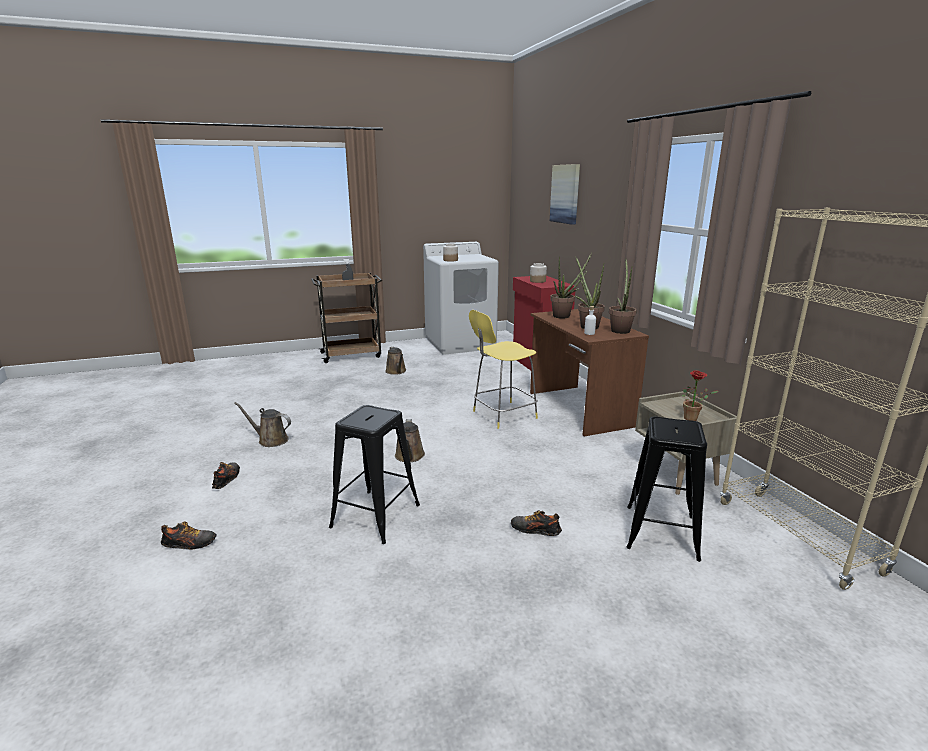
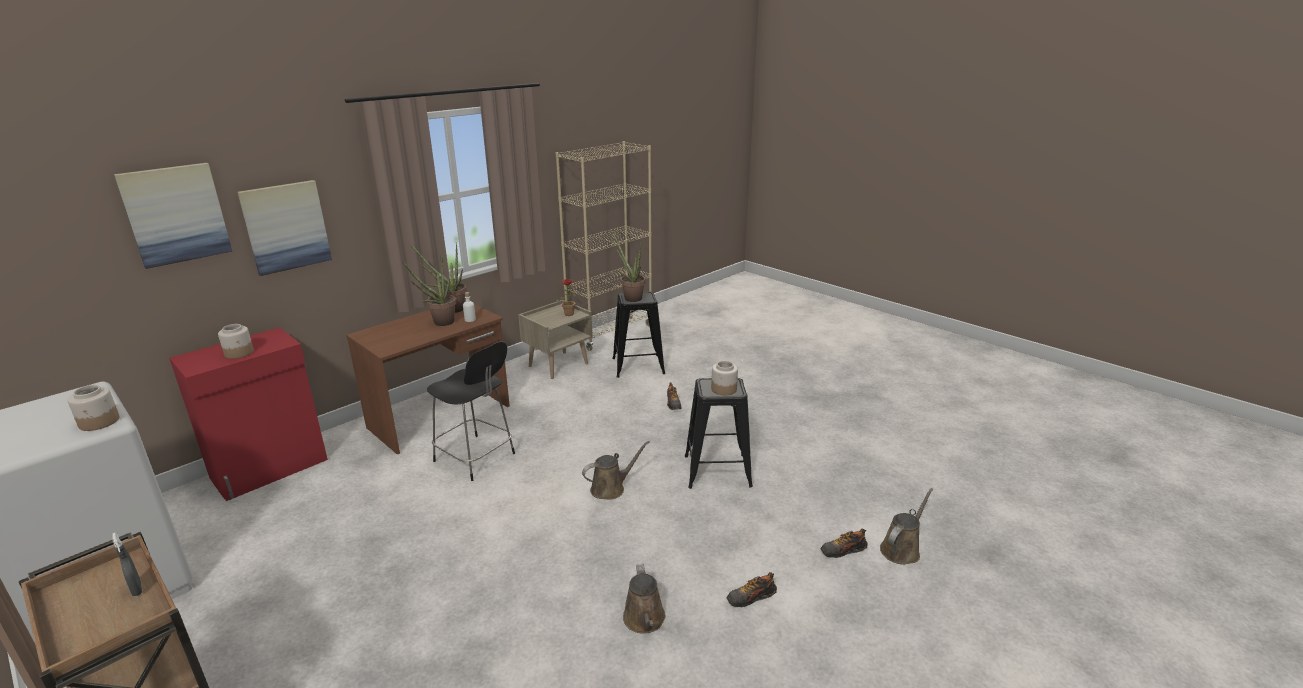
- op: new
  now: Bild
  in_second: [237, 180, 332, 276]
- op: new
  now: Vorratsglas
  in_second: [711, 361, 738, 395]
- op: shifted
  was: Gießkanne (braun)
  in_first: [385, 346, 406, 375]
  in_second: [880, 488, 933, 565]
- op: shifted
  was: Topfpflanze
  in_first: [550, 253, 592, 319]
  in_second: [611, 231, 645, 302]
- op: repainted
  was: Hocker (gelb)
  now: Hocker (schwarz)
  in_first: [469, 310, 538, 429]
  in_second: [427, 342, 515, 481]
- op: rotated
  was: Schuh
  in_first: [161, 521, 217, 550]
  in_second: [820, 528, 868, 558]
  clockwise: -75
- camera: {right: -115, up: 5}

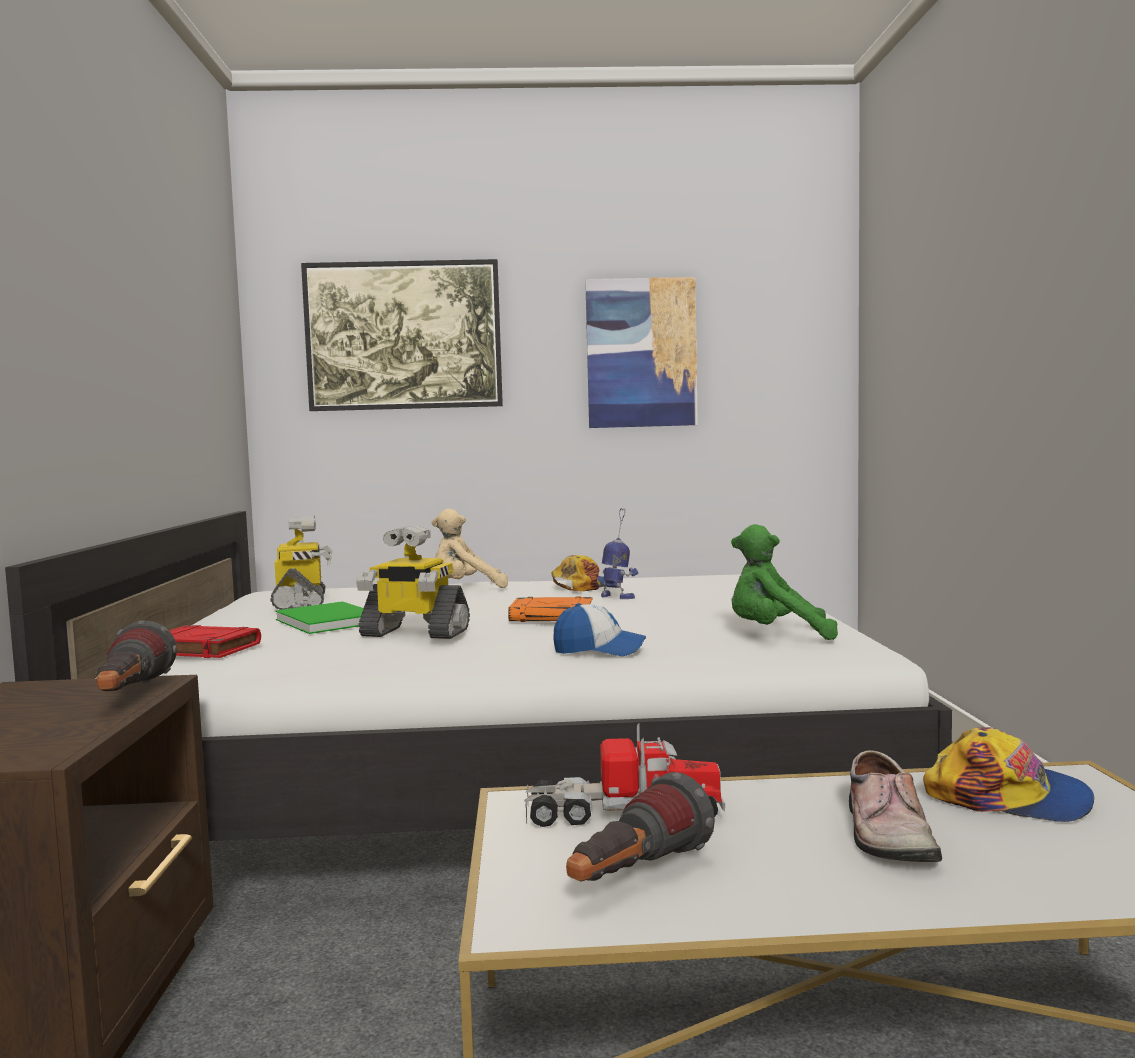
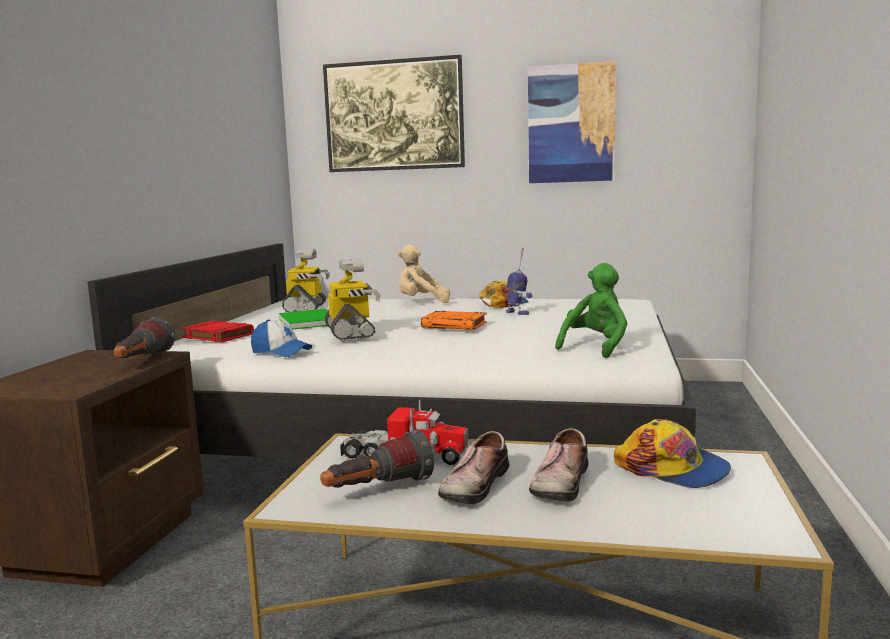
- op: new
  now: Schuh
  in_second: [438, 431, 510, 504]
- op: shifted
  was: Kappe
  in_first: [553, 603, 646, 656]
  in_second: [251, 319, 312, 357]
- op: rotated
  was: Spielzeugroboter
  in_first: [356, 526, 470, 639]
  in_second: [325, 258, 381, 340]
  clockwise: -135
- op: rotated
  was: Plüschtier (grün)
  in_first: [731, 524, 838, 640]
  in_second: [555, 263, 627, 358]
  clockwise: 105
- camera: {right: 15, up: 5}

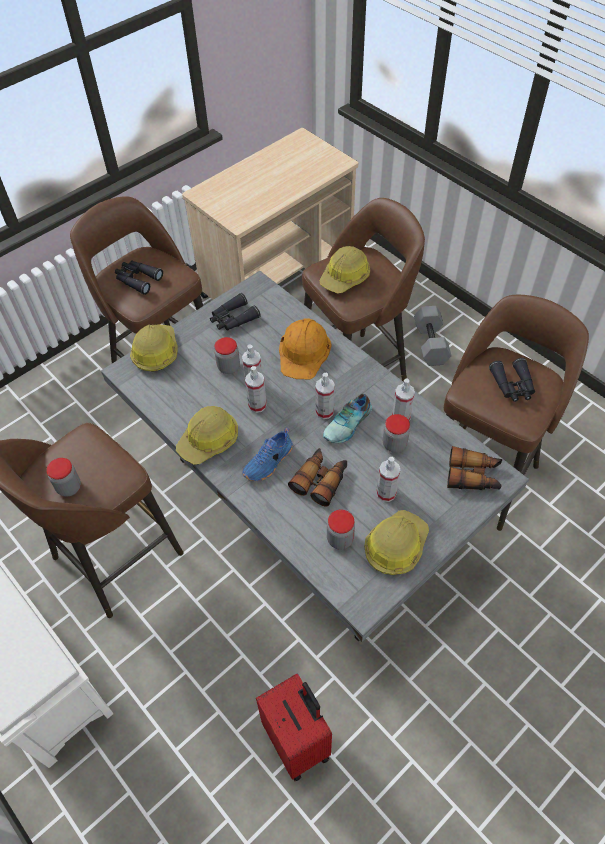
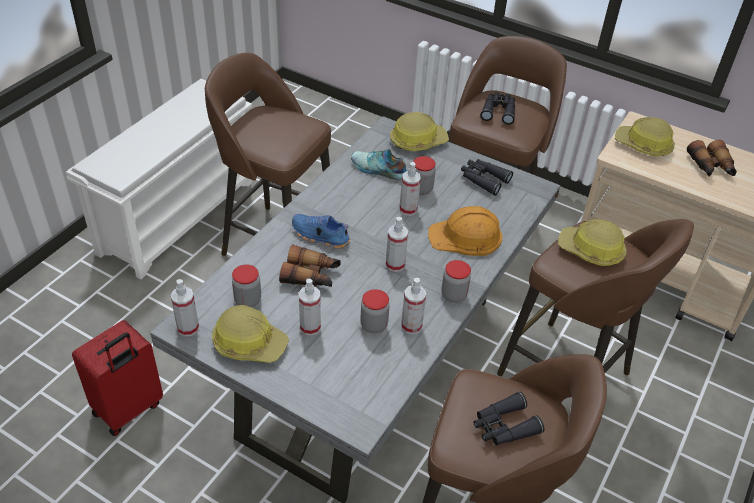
- op: gone
  was: Hantel (grau)
  in_first: [414, 306, 452, 366]
- op: shifted
  was: Vorratsglas
  in_first: [46, 458, 81, 497]
  in_second: [441, 260, 471, 303]
- op: shifted
  was: Schutzhelm
  in_first: [176, 406, 238, 465]
  in_second: [615, 117, 675, 156]
- op: shifted
  was: Sprühflasche
  in_first: [245, 366, 267, 413]
  in_second: [171, 279, 199, 336]
- op: shifted
  was: Schuh
  in_first: [323, 394, 372, 443]
  in_second: [351, 149, 407, 180]
- op: shifted
  was: Fernglas
  in_first: [447, 446, 502, 490]
  in_second: [687, 140, 737, 177]
- camera: {right: 70, up: -10}

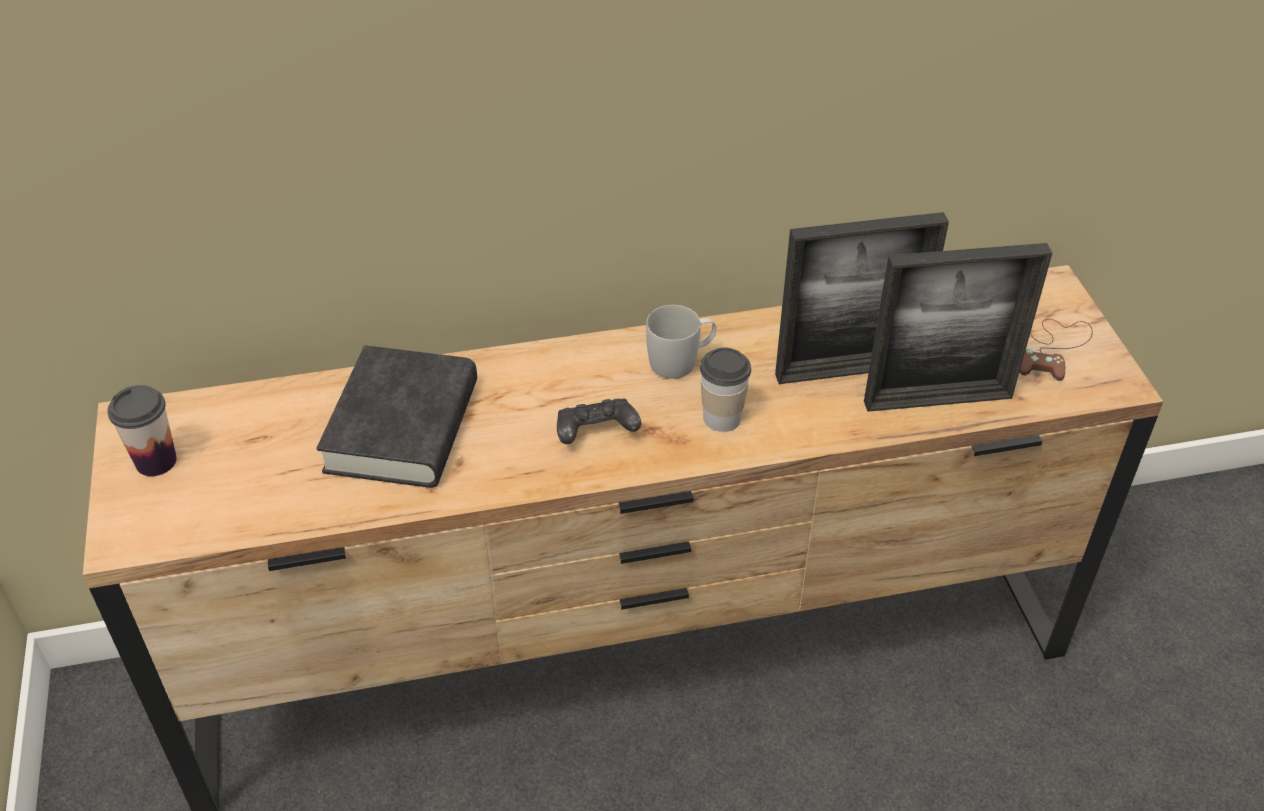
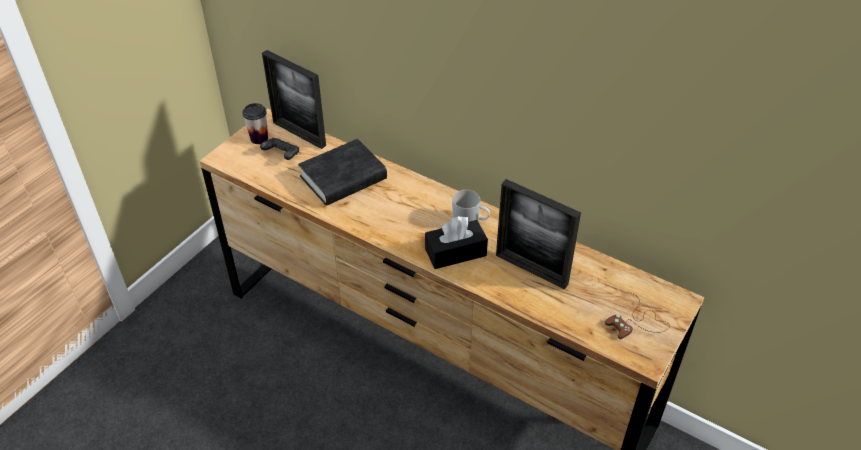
- op: shifted
  was: Gamepad (schwarz)
  in_first: [557, 398, 641, 444]
  in_second: [260, 138, 299, 160]
- op: shifted
  was: Bilderrahmen
  in_first: [864, 243, 1052, 412]
  in_second: [262, 50, 326, 149]
- op: swapped
  was: Tasse
  now: Taschentuchbox (schwarz)
  in_first: [700, 347, 751, 432]
  in_second: [425, 216, 488, 269]
- camera: {right: 45, up: 0}

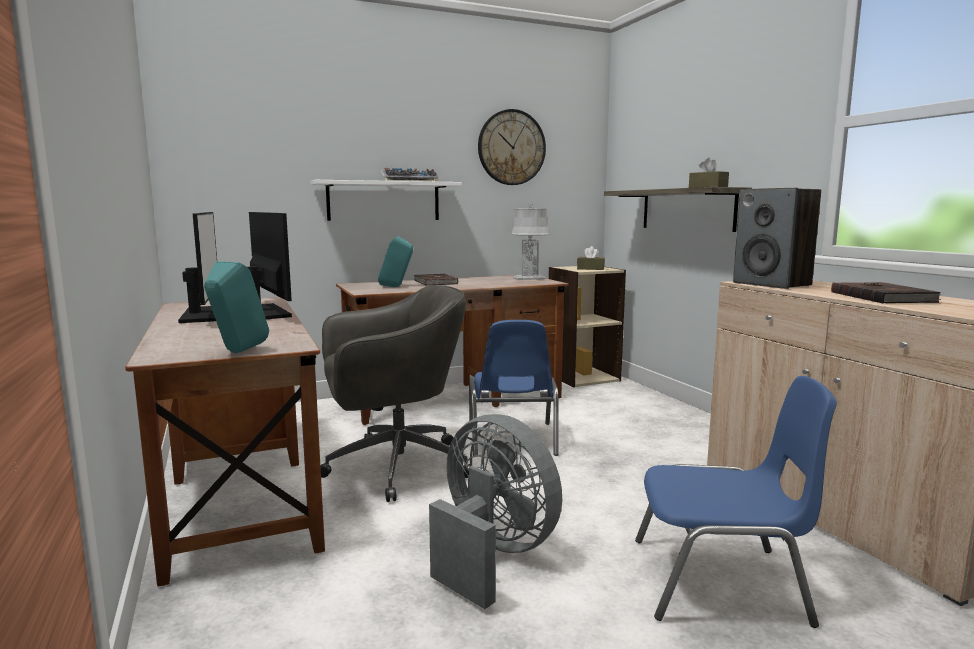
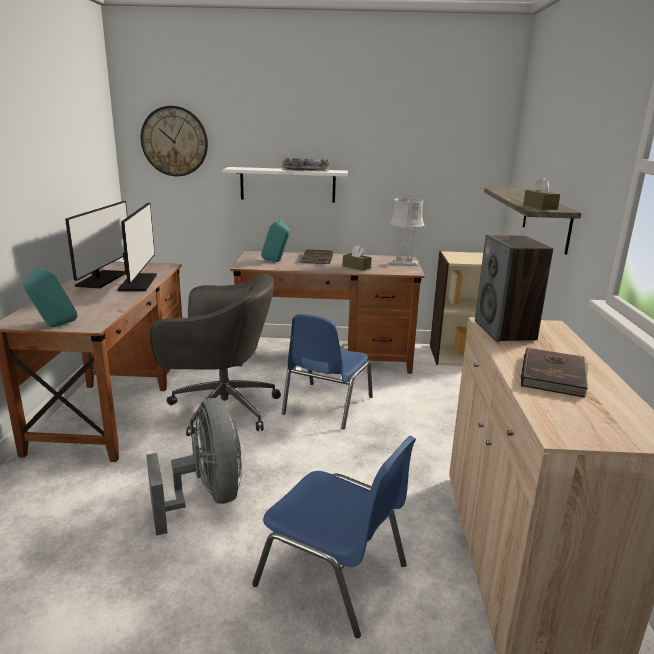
- op: shifted
  was: Wanduhr
  in_first: [478, 109, 546, 185]
  in_second: [141, 106, 208, 176]
- op: shifted
  was: Taschentuchbox (braun)
  in_first: [577, 246, 605, 270]
  in_second: [343, 245, 372, 271]
- camera: {right: 25, up: 10}

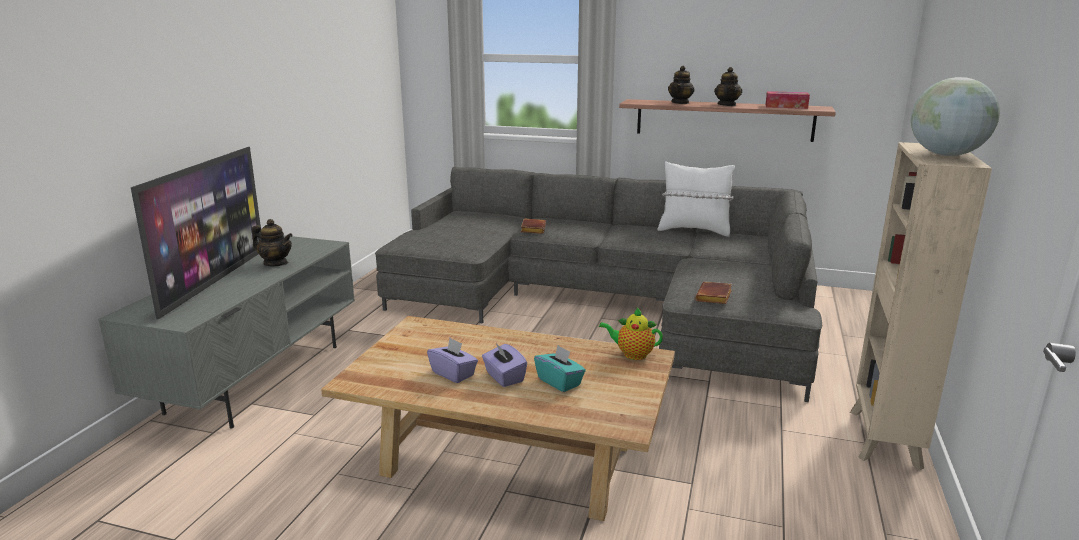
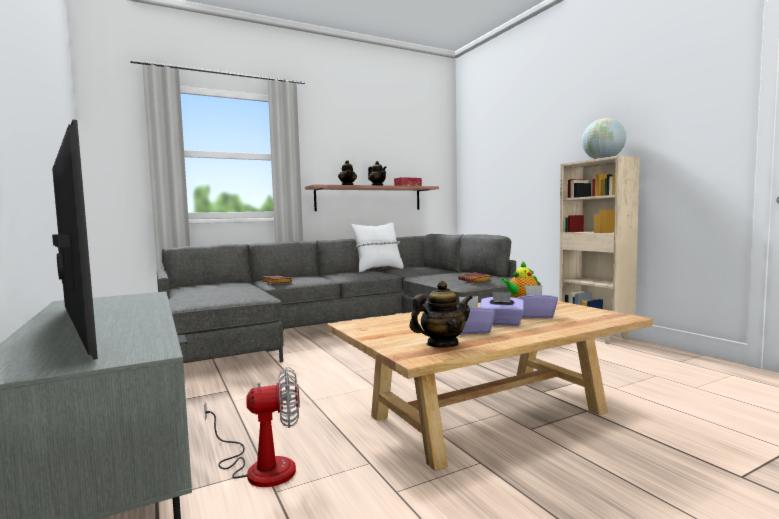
- op: new
  now: Ventilator
  in_second: [204, 367, 300, 487]
- op: shifted
  was: Teekanne
  in_first: [252, 219, 293, 266]
  in_second: [410, 281, 473, 348]
- op: repainted
  was: Taschentuchbox (türkis)
  now: Taschentuchbox (lila)
  in_first: [534, 345, 586, 392]
  in_second: [517, 285, 558, 318]
- camera: {right: -45, up: -15}

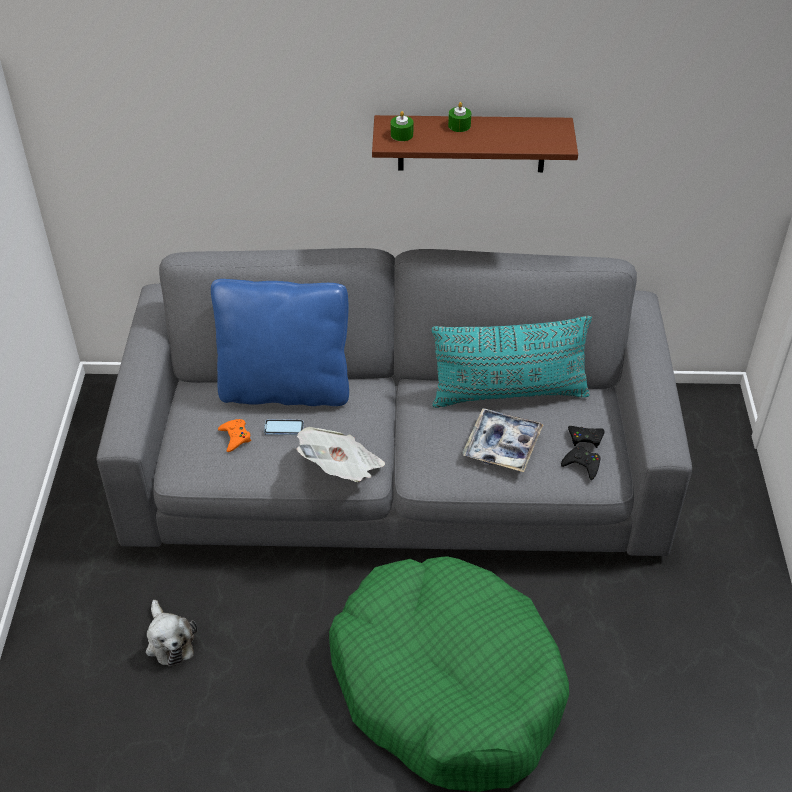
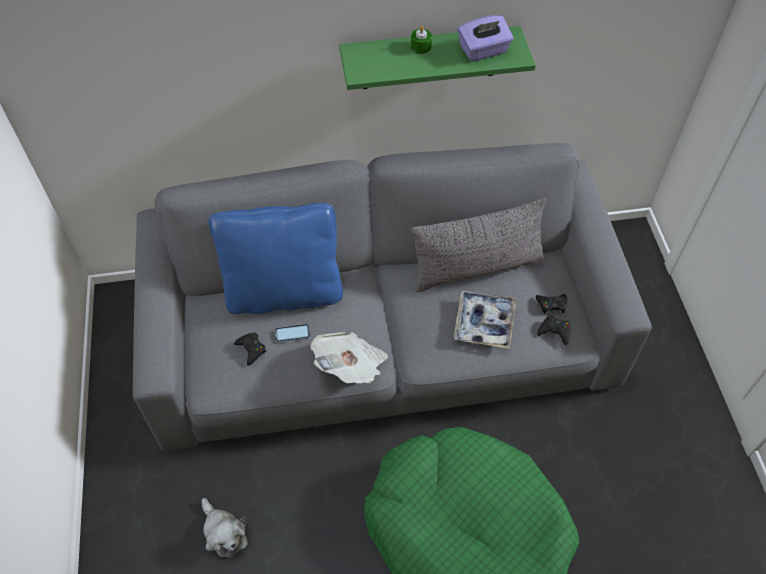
- op: gone
  was: Kerze (grün)
  in_first: [391, 111, 413, 141]
- op: new
  now: Taschentuchbox (lila)
  in_second: [458, 15, 514, 61]
- op: repainted
  was: Gamepad (orange)
  now: Gamepad (schwarz)
  in_first: [218, 419, 251, 452]
  in_second: [234, 333, 266, 366]
- op: repainted
  was: Wandregal (braun)
  now: Wandregal (grün)
  in_first: [372, 115, 578, 172]
  in_second: [339, 26, 536, 90]
- op: repainted
  was: Kissen (türkis)
  now: Kissen (grau)
  in_first: [432, 316, 592, 408]
  in_second: [411, 198, 546, 292]
- camera: {right: -10, up: 10}

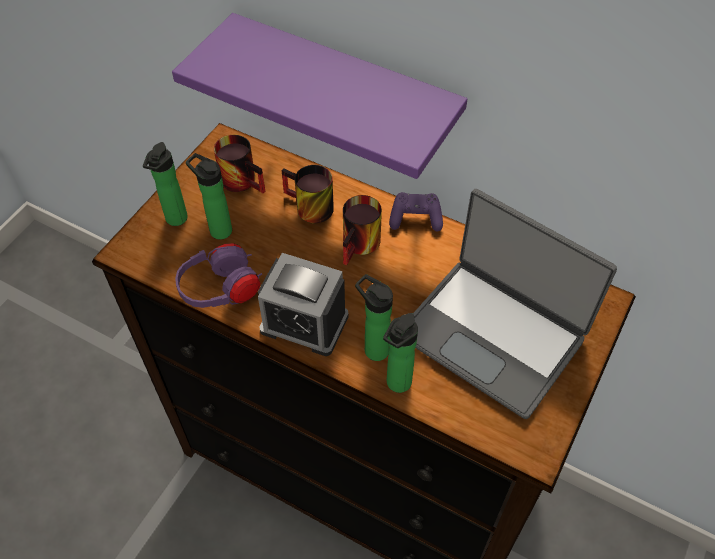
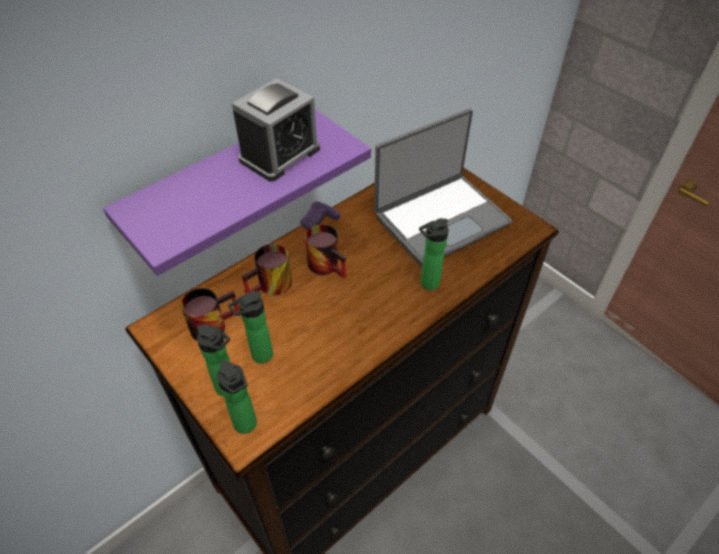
- op: gone
  was: Kopfhörer (lila)
  in_first: [175, 243, 262, 308]
- op: shifted
  was: Wecker
  in_first: [258, 253, 349, 356]
  in_second: [232, 78, 320, 182]
- op: shifted
  was: Flasche
  in_first: [383, 313, 418, 393]
  in_second: [217, 361, 257, 434]
- camera: {right: -70, up: -5}

